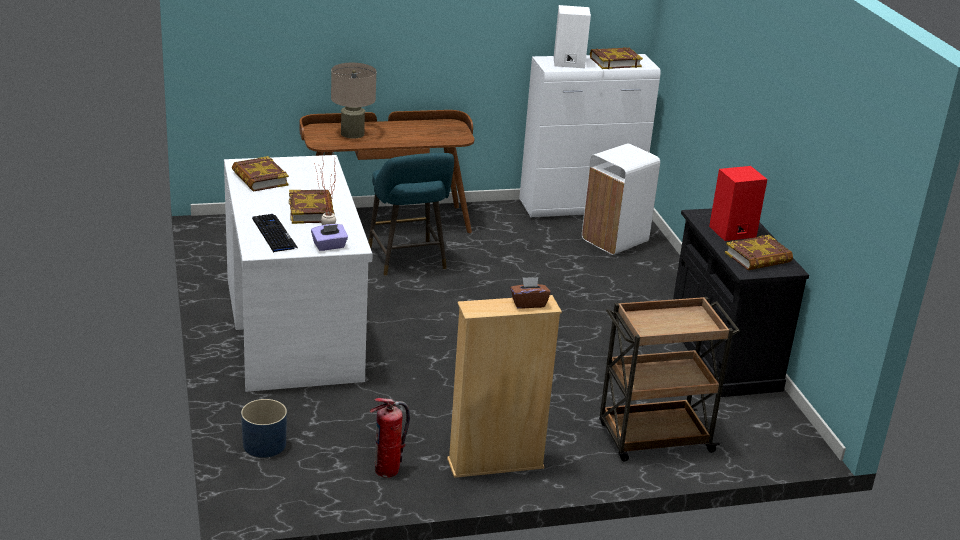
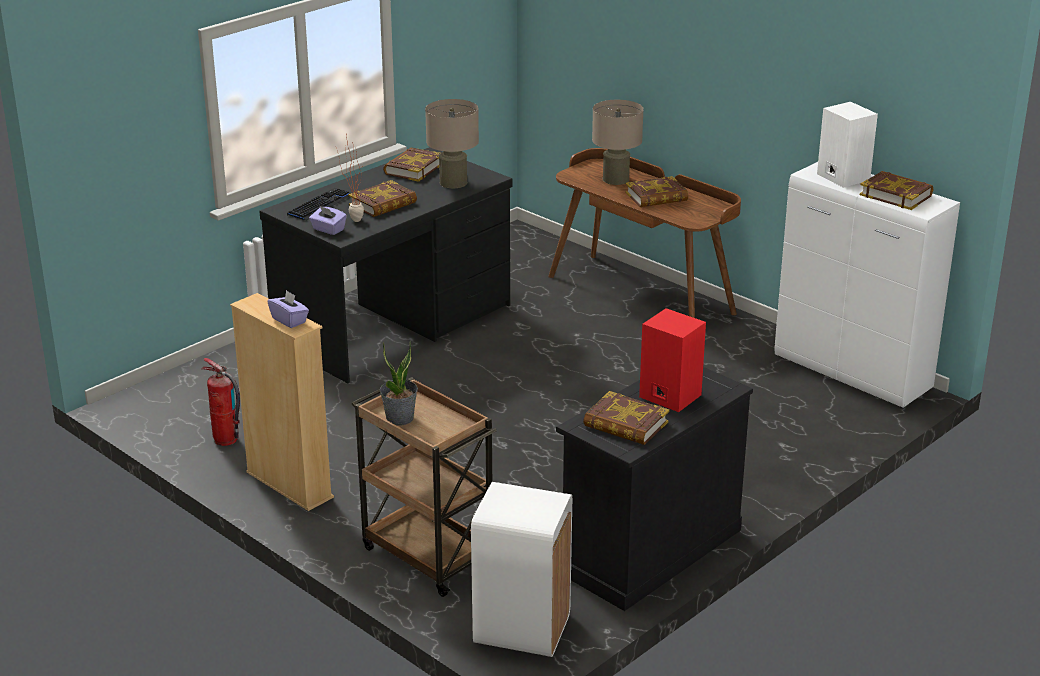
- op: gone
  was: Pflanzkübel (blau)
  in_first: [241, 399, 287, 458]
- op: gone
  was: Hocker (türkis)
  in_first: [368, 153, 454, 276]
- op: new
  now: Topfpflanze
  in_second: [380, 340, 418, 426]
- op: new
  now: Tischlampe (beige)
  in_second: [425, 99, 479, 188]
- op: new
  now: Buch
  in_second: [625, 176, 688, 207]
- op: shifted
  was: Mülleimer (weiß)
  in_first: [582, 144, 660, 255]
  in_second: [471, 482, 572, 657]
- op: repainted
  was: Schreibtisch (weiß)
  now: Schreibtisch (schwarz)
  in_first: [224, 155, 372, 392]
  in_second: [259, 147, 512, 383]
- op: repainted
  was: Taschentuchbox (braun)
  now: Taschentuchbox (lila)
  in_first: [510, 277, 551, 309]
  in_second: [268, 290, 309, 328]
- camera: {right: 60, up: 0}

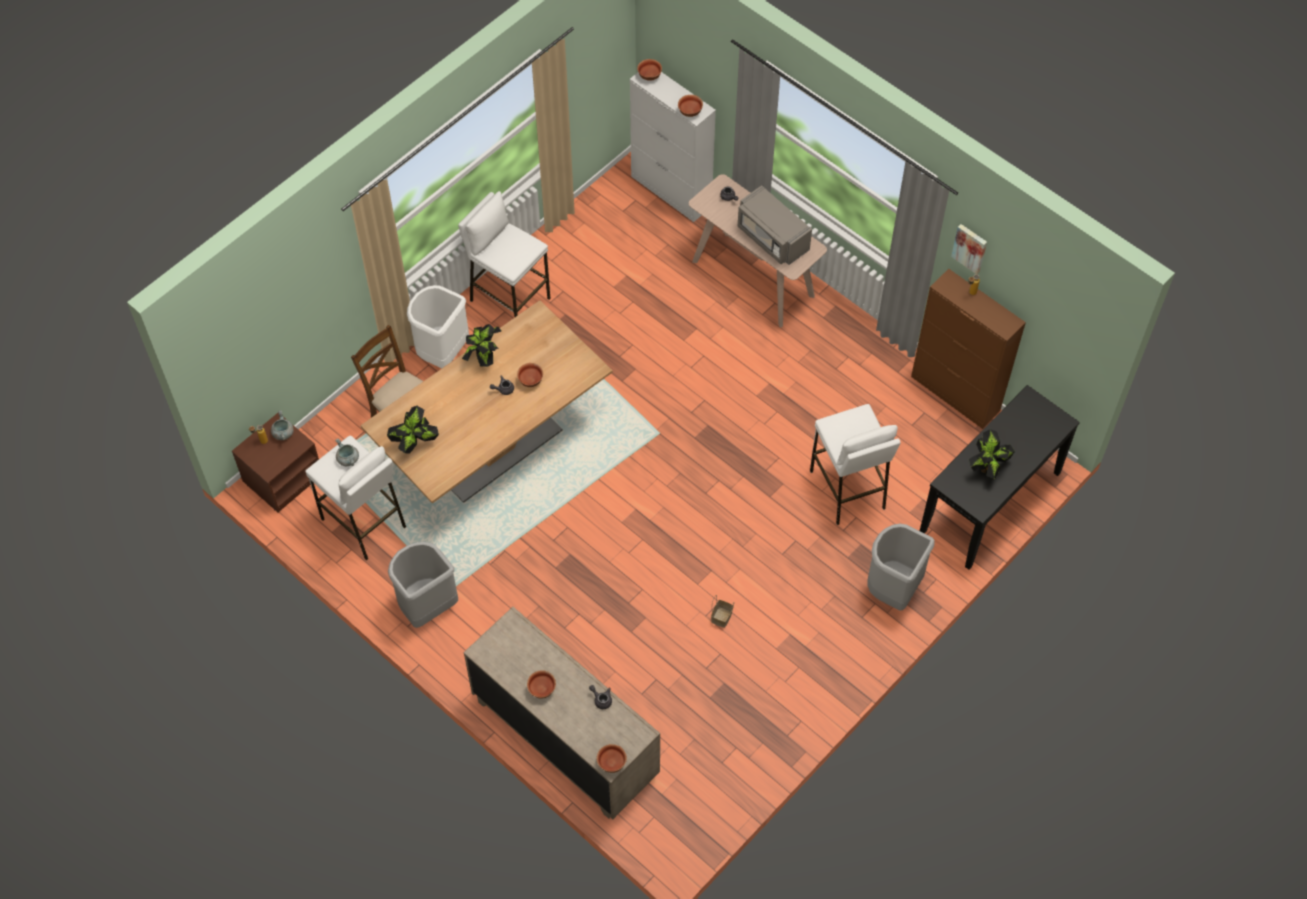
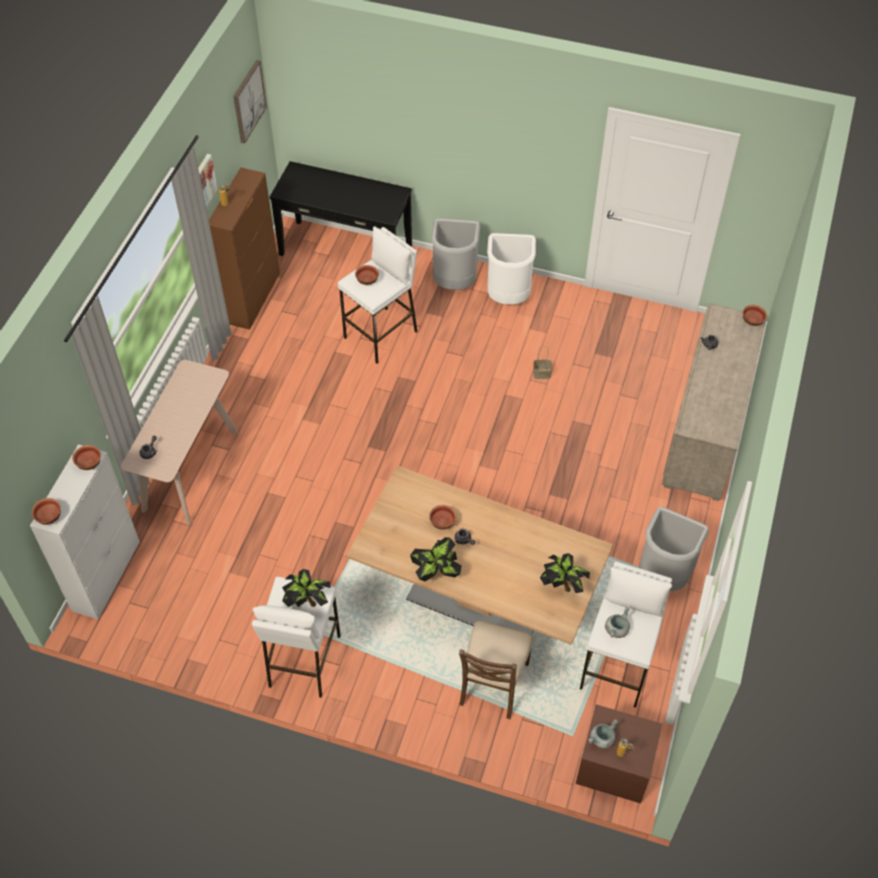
- op: gone
  was: Mikrowelle (grau)
  in_first: [738, 185, 812, 265]
- op: new
  now: Bild
  in_second: [233, 60, 267, 144]
- op: shifted
  was: Mülleimer (weiß)
  in_first: [407, 285, 469, 369]
  in_second: [487, 233, 536, 305]
- op: shifted
  was: Schüssel
  in_first: [527, 670, 556, 699]
  in_second: [355, 265, 379, 285]
- op: shifted
  was: Topfpflanze
  in_first: [969, 429, 1015, 479]
  in_second: [282, 569, 331, 607]
- camera: {right: -115, up: -5}

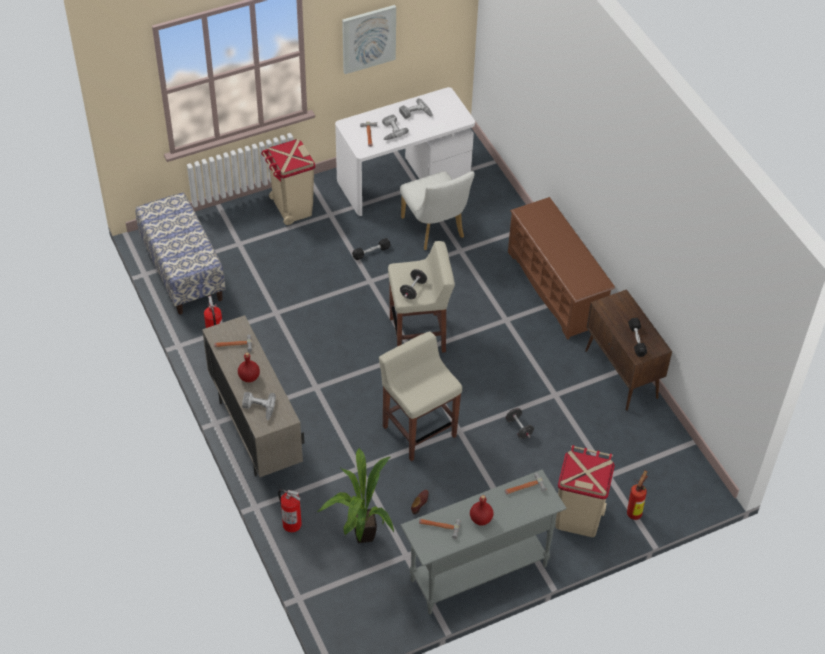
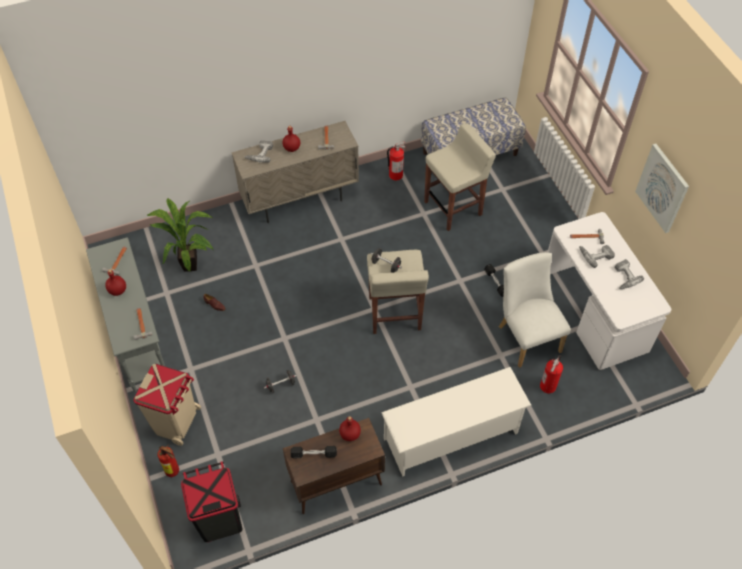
- op: gone
  was: Mülleimer (beige)
  in_first: [261, 139, 315, 225]
- op: new
  now: Mülleimer (schwarz)
  in_second: [181, 461, 243, 542]
- op: new
  now: Flasche (rot)
  in_second: [339, 416, 361, 441]
- op: shifted
  was: Feuerlöscher
  in_first: [278, 490, 302, 532]
  in_second: [540, 355, 563, 393]
- op: shifted
  was: Hocker (beige)
  in_first: [379, 331, 462, 461]
  in_second: [424, 123, 496, 231]
- op: repainted
  was: Schuhregal (braun)
  now: Schuhregal (weiß)
  in_first: [508, 197, 615, 340]
  in_second: [381, 367, 531, 477]
- op: rotated
  was: Stuhl (weiß)
  in_first: [400, 171, 475, 250]
  in_second: [499, 252, 571, 368]
  clockwise: 90
- camera: {right: 95, up: 5}

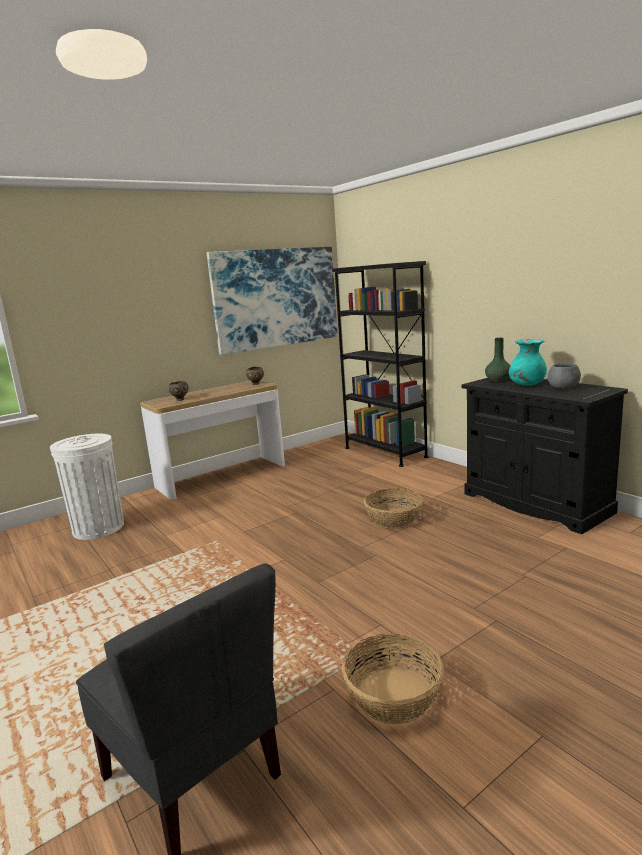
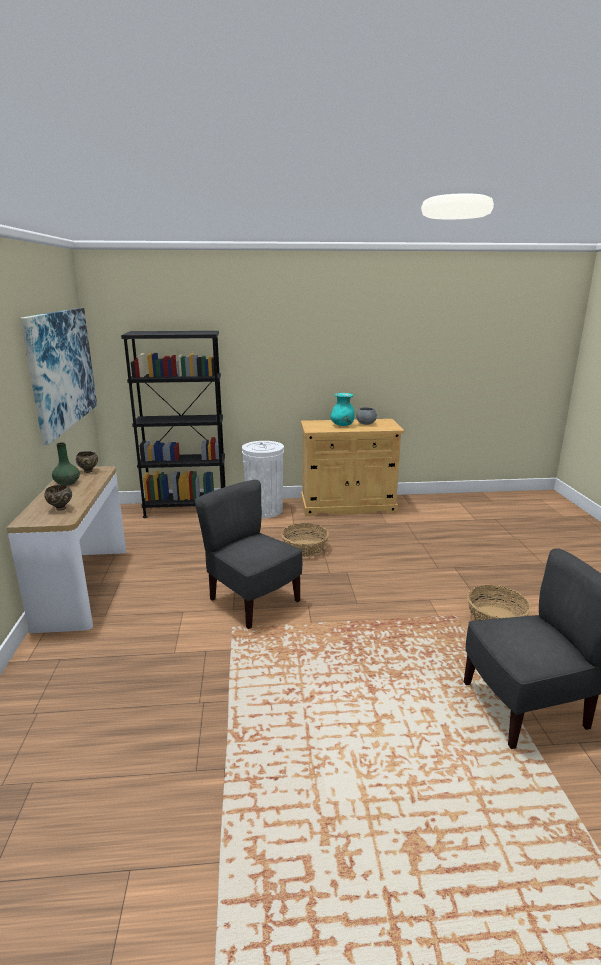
- op: new
  now: Stuhl (grau)
  in_second: [195, 480, 302, 629]
- op: shifted
  was: Mülleimer (weiß)
  in_first: [50, 434, 124, 540]
  in_second: [242, 441, 284, 518]
- op: shifted
  was: Vase (grün)
  in_first: [485, 338, 511, 382]
  in_second: [52, 442, 80, 486]
- op: repainted
  was: Schrank (schwarz)
  now: Schrank (beige)
  in_first: [462, 377, 628, 534]
  in_second: [301, 419, 404, 516]
- camera: {right: -60, up: 5}

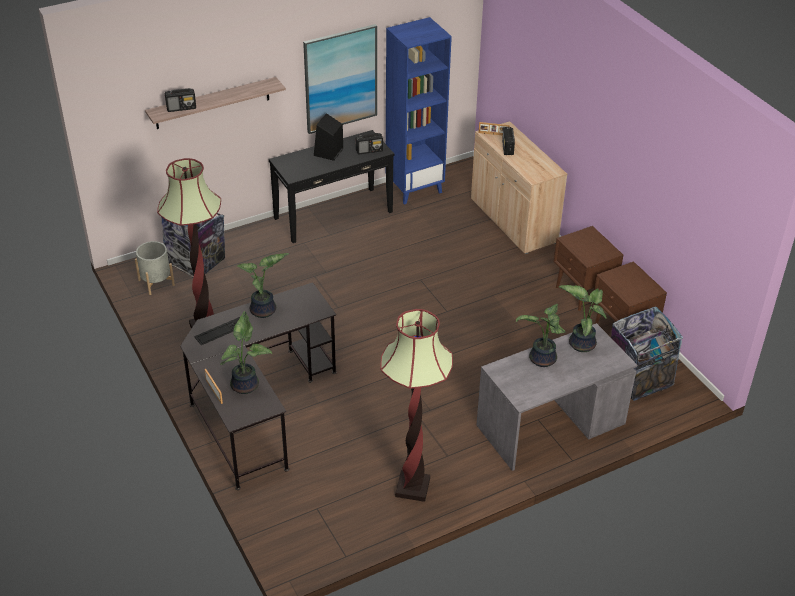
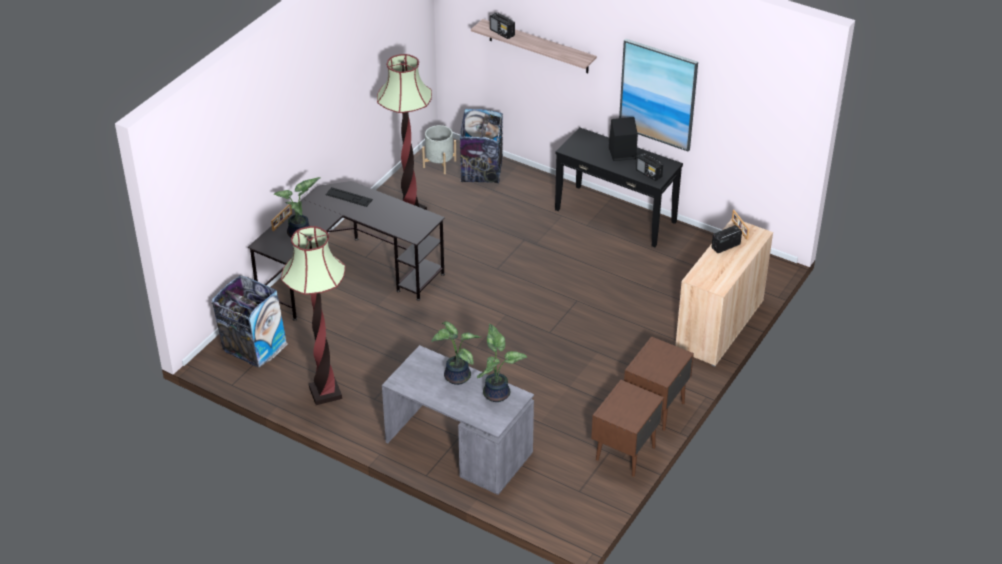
- op: gone
  was: Topfpflanze
  in_first: [237, 253, 289, 318]
- op: gone
  was: Bücherregal (blau)
  in_first: [385, 17, 452, 204]
- op: shifted
  was: Mülleimer
  in_first: [611, 307, 683, 401]
  in_second: [211, 276, 288, 368]
- camera: {right: 60, up: 0}

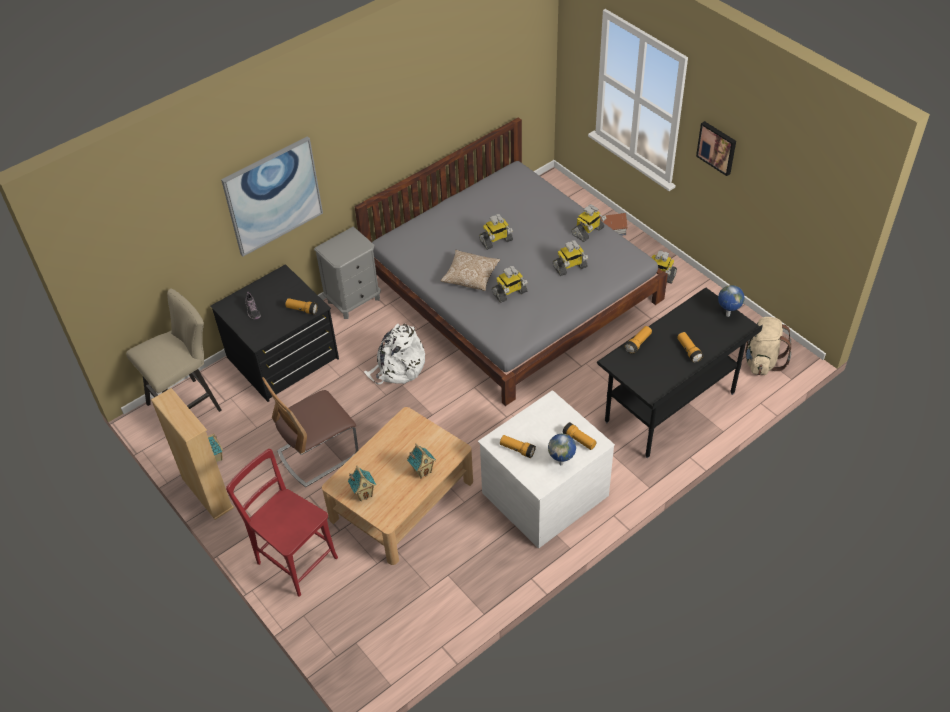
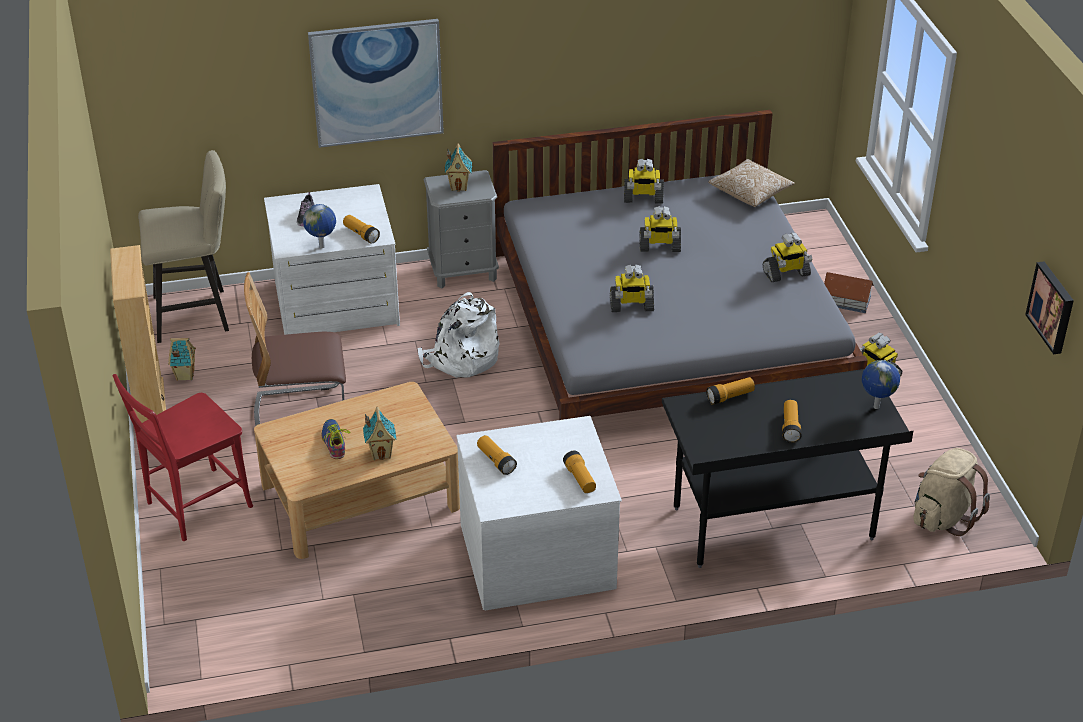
- op: new
  now: Schuh
  in_second: [321, 419, 350, 459]
- op: shifted
  was: Spielzeughaus
  in_first: [348, 466, 376, 501]
  in_second: [445, 143, 472, 191]
- op: shifted
  was: Kissen
  in_first: [440, 250, 500, 291]
  in_second: [708, 159, 795, 207]
- op: shifted
  was: Globus
  in_first: [548, 433, 576, 465]
  in_second: [303, 204, 336, 248]
- op: shifted
  was: Spielzeugroboter
  in_first: [553, 240, 588, 276]
  in_second: [624, 159, 664, 204]
- op: shifted
  was: Bild
  in_first: [696, 121, 736, 176]
  in_second: [1025, 261, 1074, 355]
- op: repainted
  was: Kommode (schwarz)
  now: Kommode (weiß)
  in_first: [210, 264, 339, 402]
  in_second: [264, 184, 400, 335]
- op: rotated
  was: Stuhl (rot)
  in_first: [226, 449, 338, 597]
  in_second: [113, 374, 253, 541]
  clockwise: -105
- camera: {right: 25, up: -10}

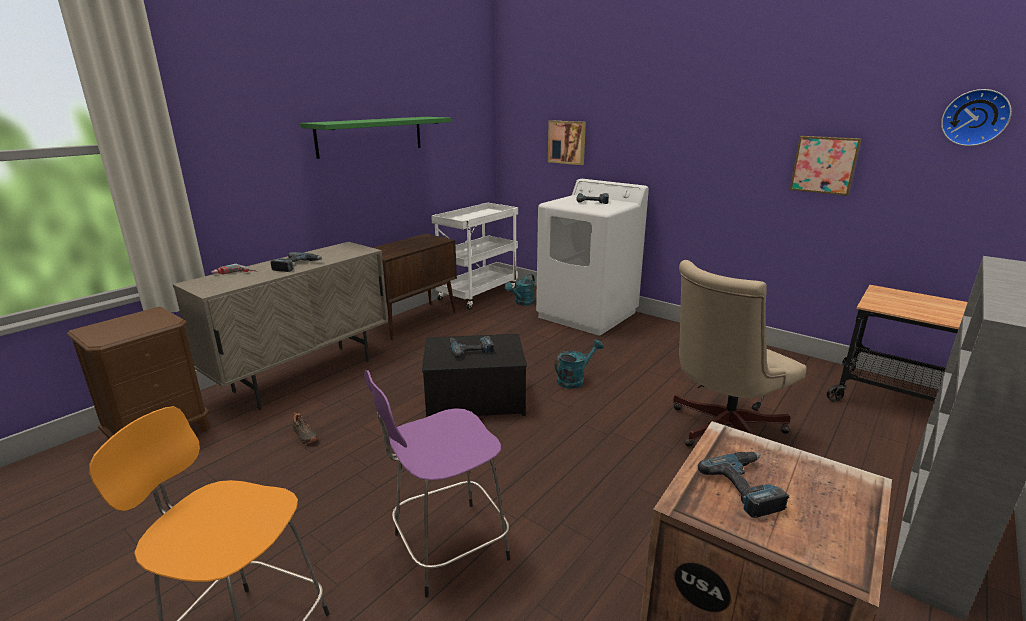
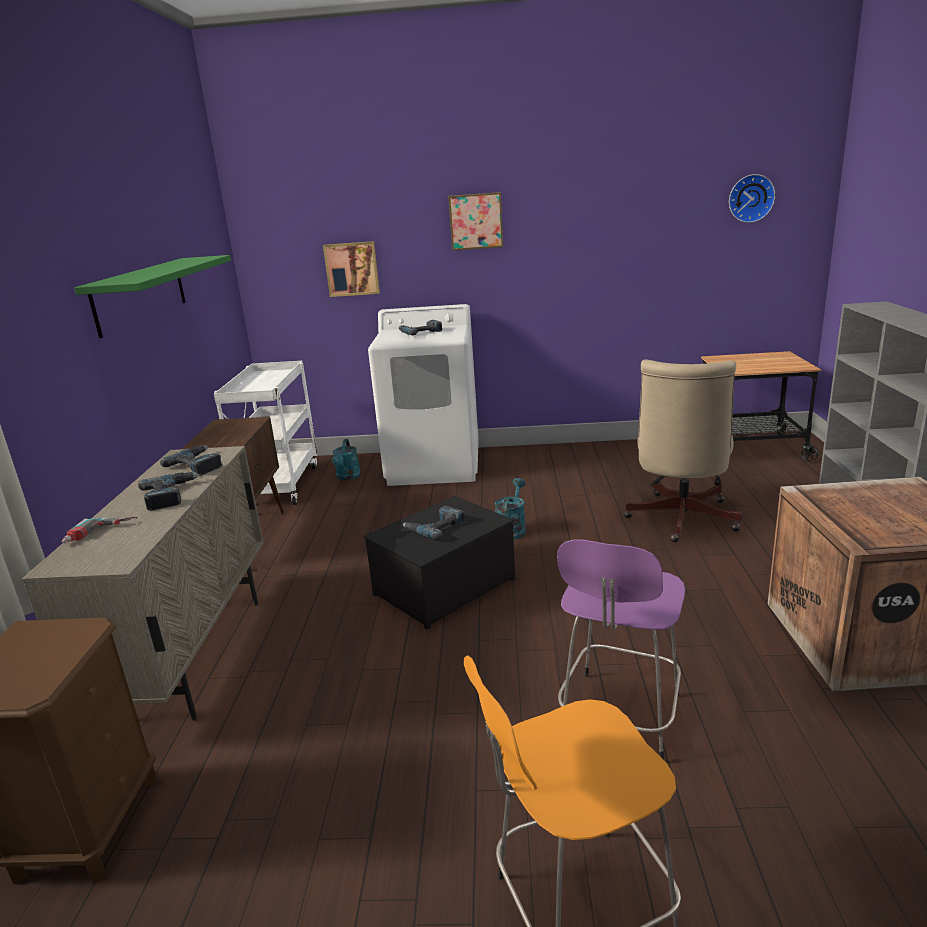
- op: gone
  was: Schuh (schwarz)
  in_first: [292, 412, 318, 444]
- op: shifted
  was: Bohrmaschine
  in_first: [698, 451, 789, 518]
  in_second: [160, 445, 222, 476]
- op: shifted
  was: Bild
  in_first: [790, 136, 862, 196]
  in_second: [448, 192, 503, 251]
- camera: {right: -35, up: 0}

